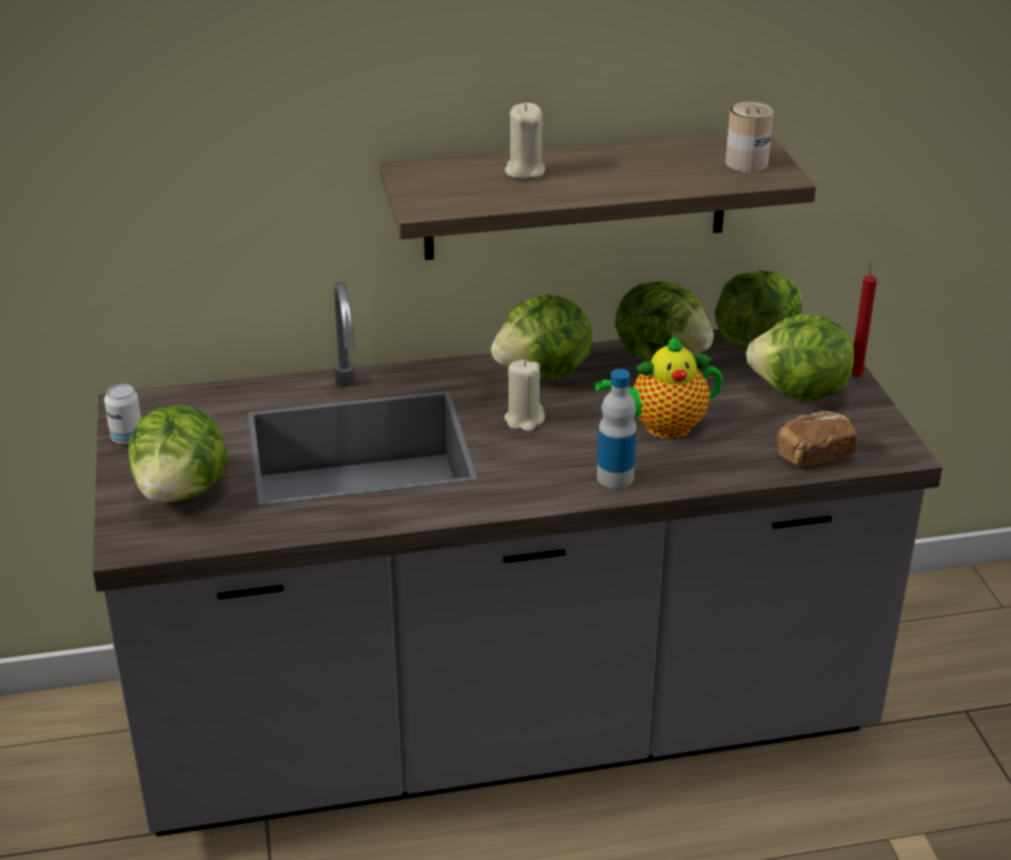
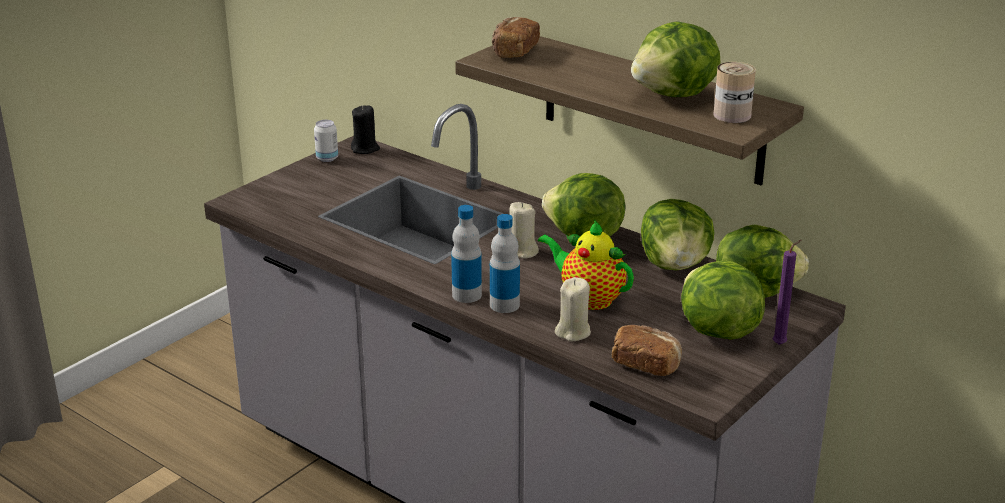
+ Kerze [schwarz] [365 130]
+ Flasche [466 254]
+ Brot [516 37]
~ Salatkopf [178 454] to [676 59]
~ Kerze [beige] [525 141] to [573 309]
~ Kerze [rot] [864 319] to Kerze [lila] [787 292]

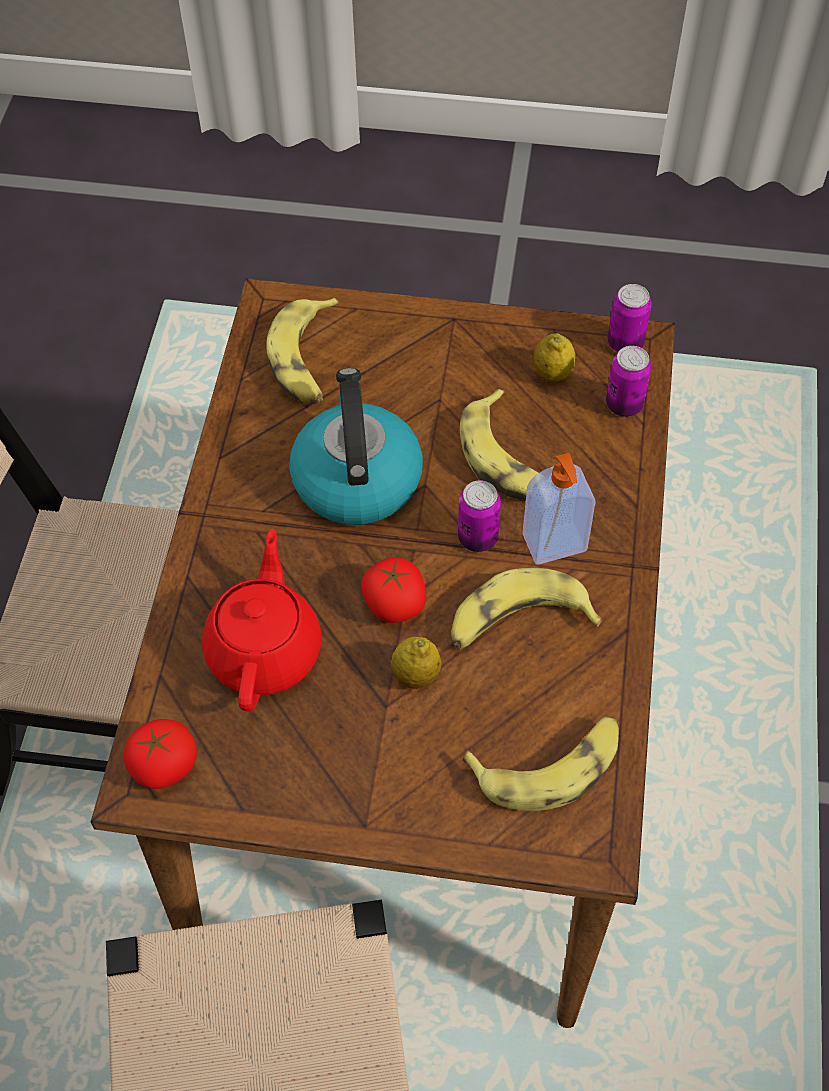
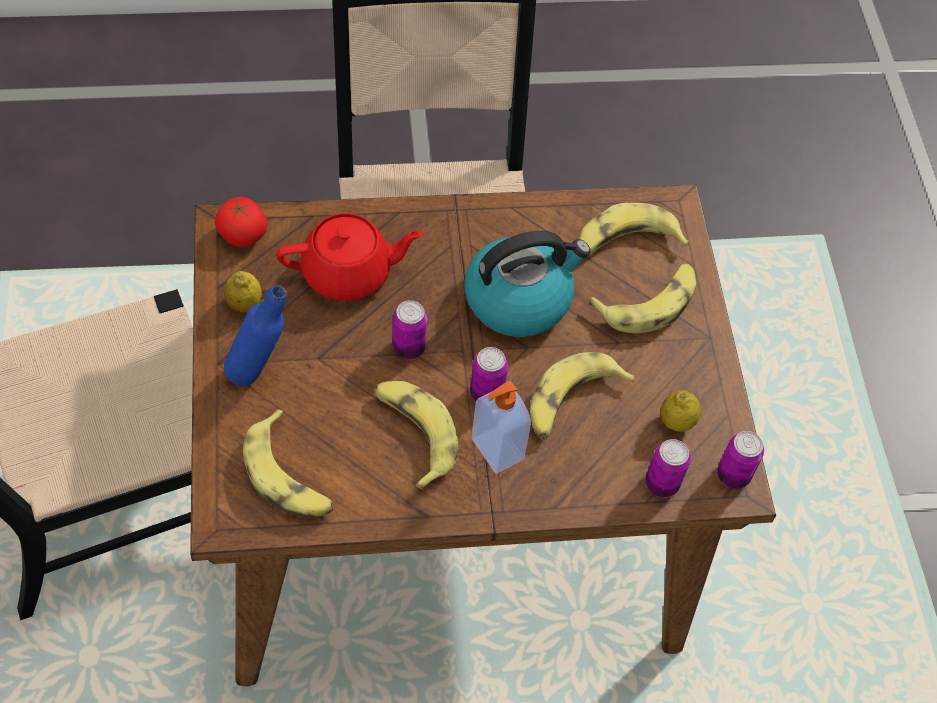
+ Flasche [blau] [255 335]
+ Banane [642 298]
~ Zitrone [416 663] to [243 292]
~ Tomate [393 590] to Dose [410 329]

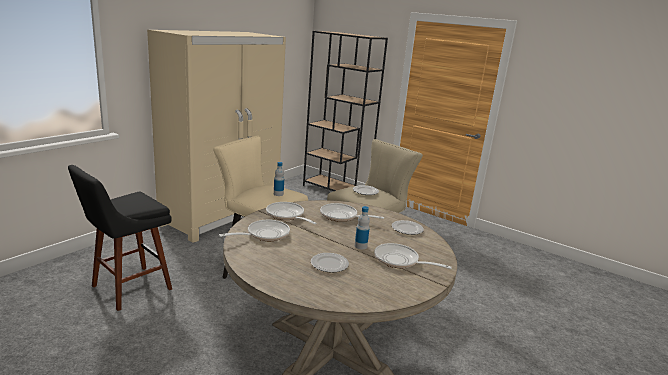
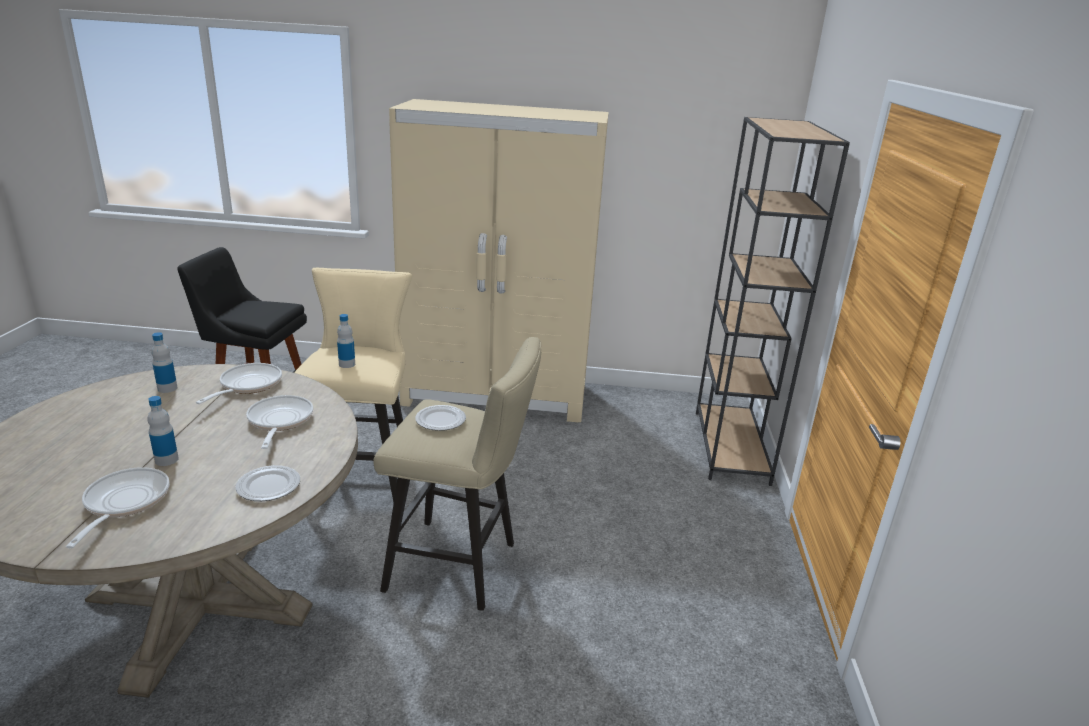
- Teller [330 262]
~ Pfanne [254 230] to Flasche [164 362]

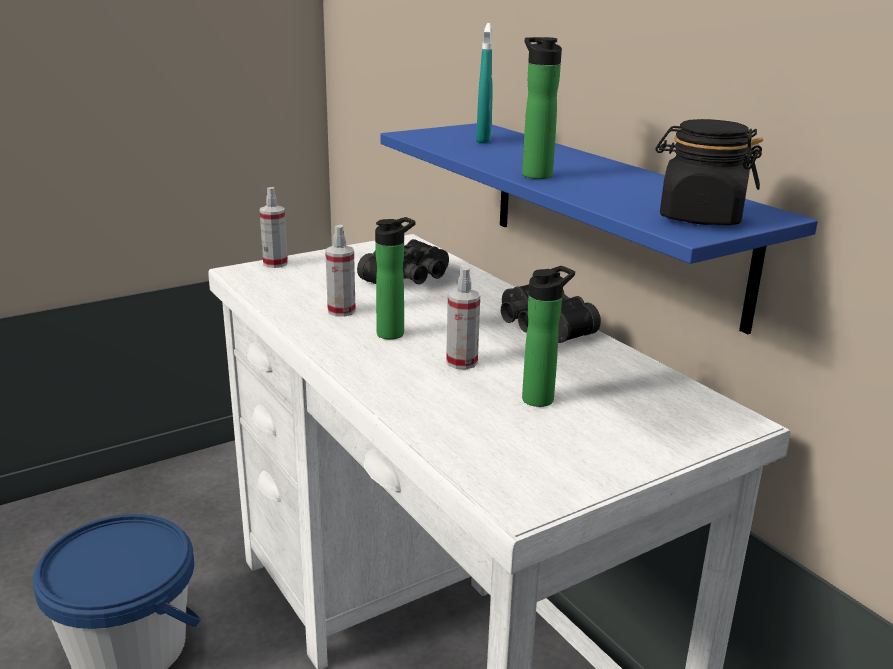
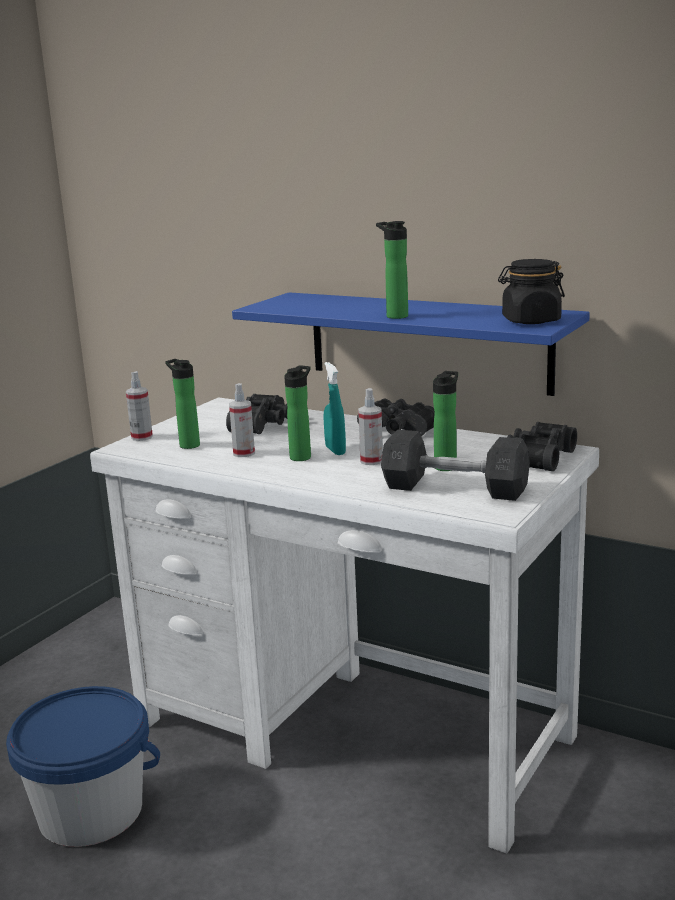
+ Flasche [182 404]
+ Hantel [grau] [455 465]
+ Fernglas [schwarz] [542 446]
~ Sprühflasche [türkis] [484 83] to [334 408]

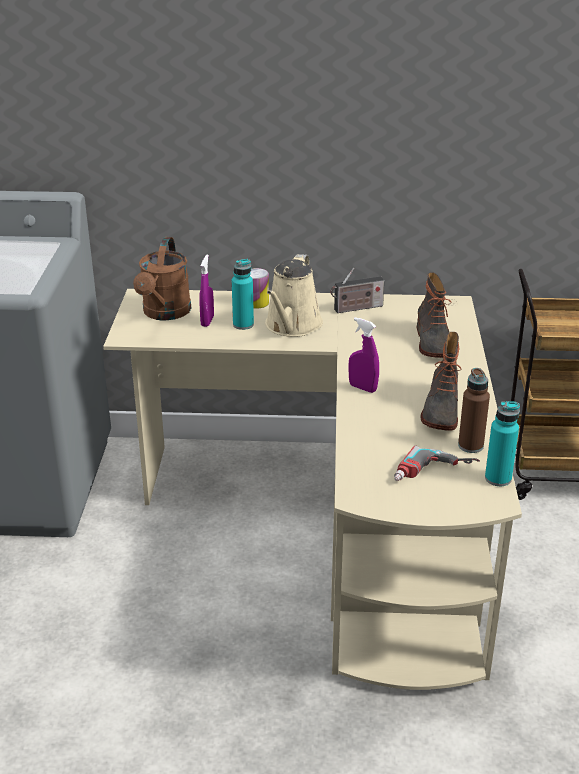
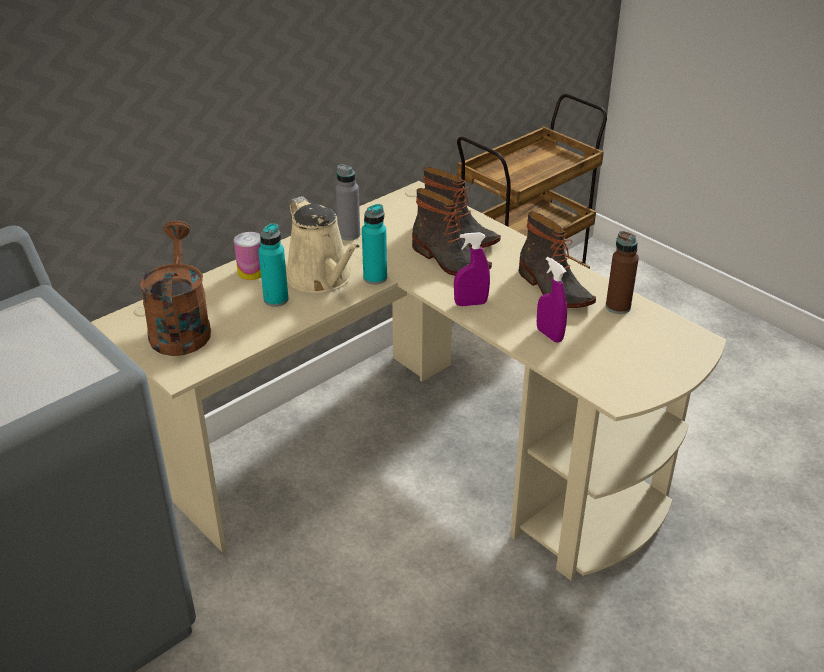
- Bohrmaschine [437 463]
+ Stiefel [452 232]
~ Sprühflasche [lila] [206 291] to [552 300]
~ Flasche [türkis] [502 443] to [374 244]
~ Radio [357 290] to Flasche [grau] [348 202]
~ Gießkanne [braun] [162 279] = [175 288] 150 degrees counterclockwise

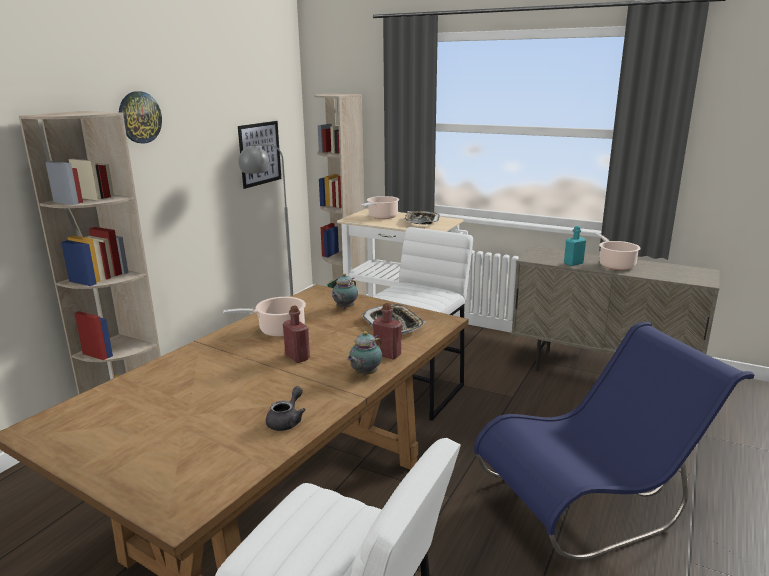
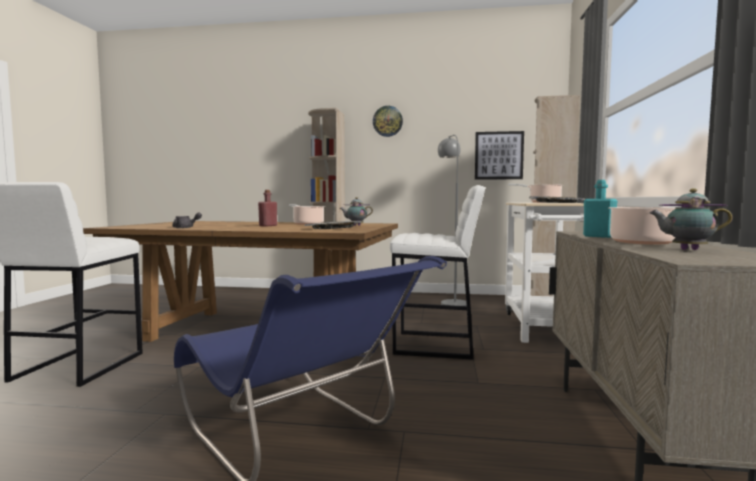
- Flasche [rot] [387 331]
~ Teekanne [364 353] to [690 219]

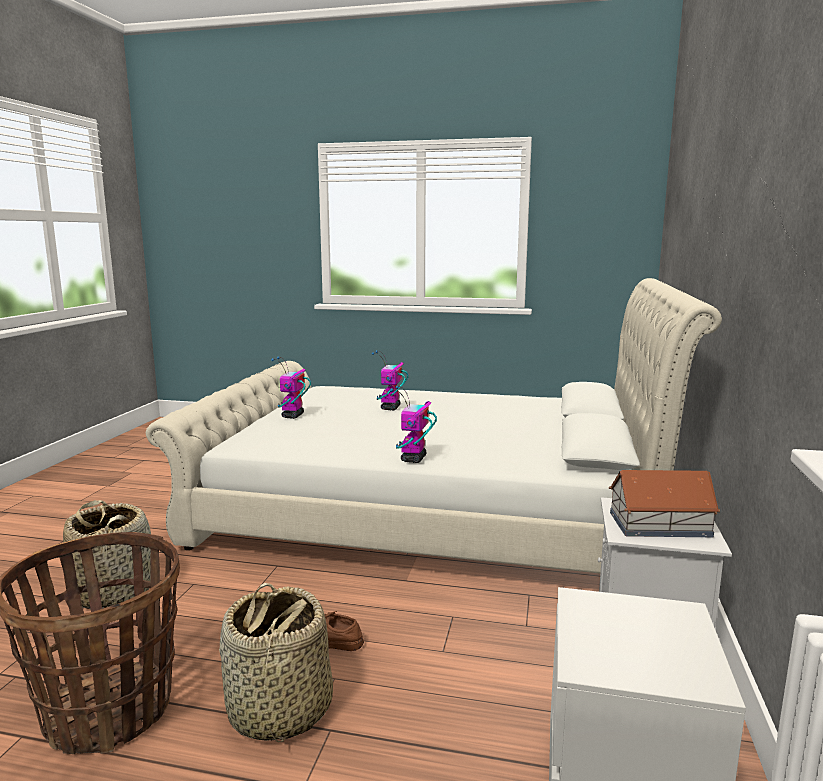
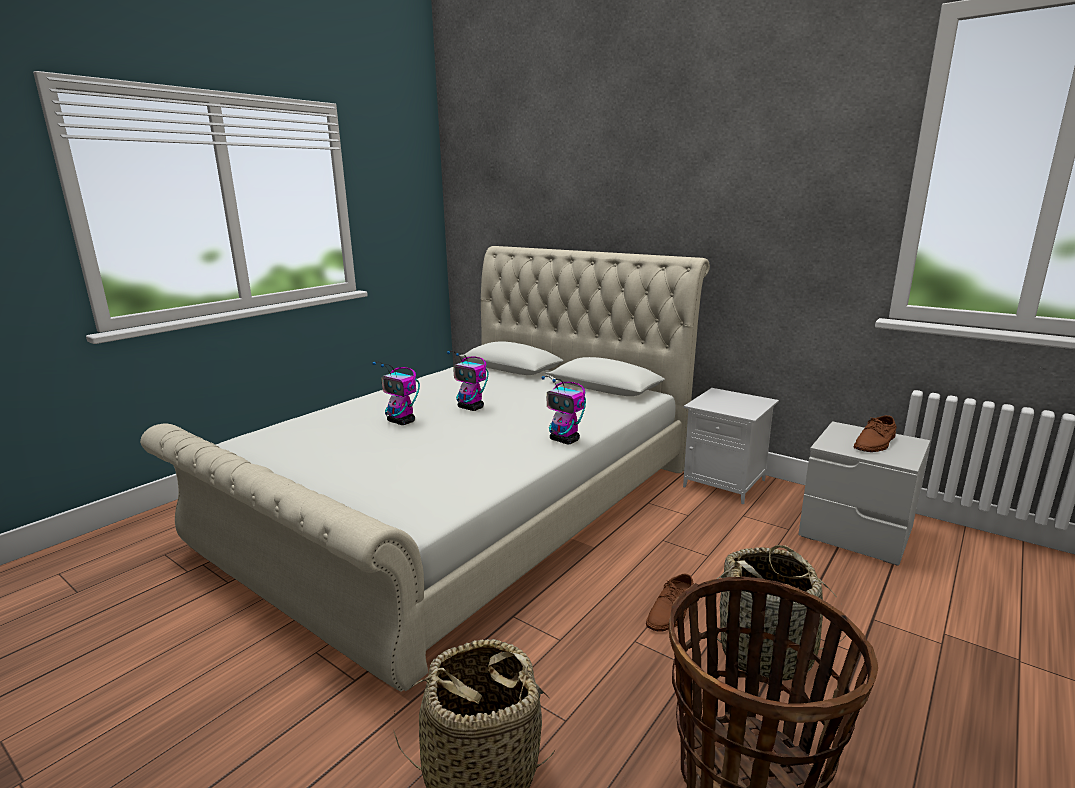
- Spielzeughaus [664 503]
+ Schuh [braun] [875 433]
~ Spielzeugroboter [291 388] to [468 381]

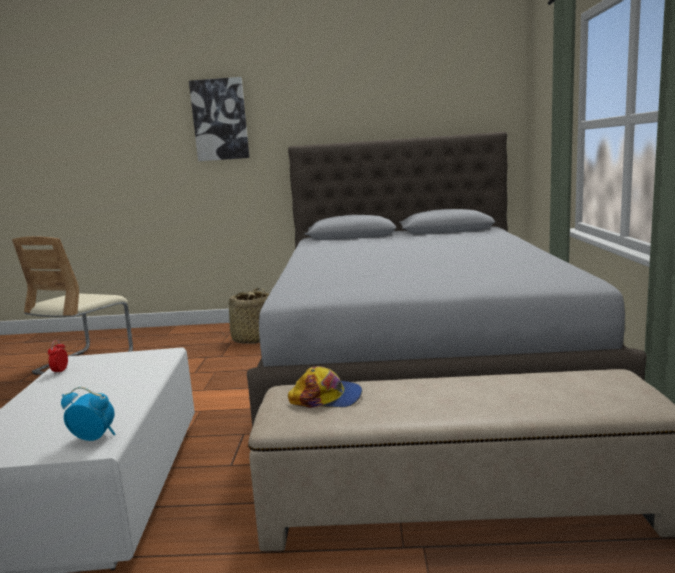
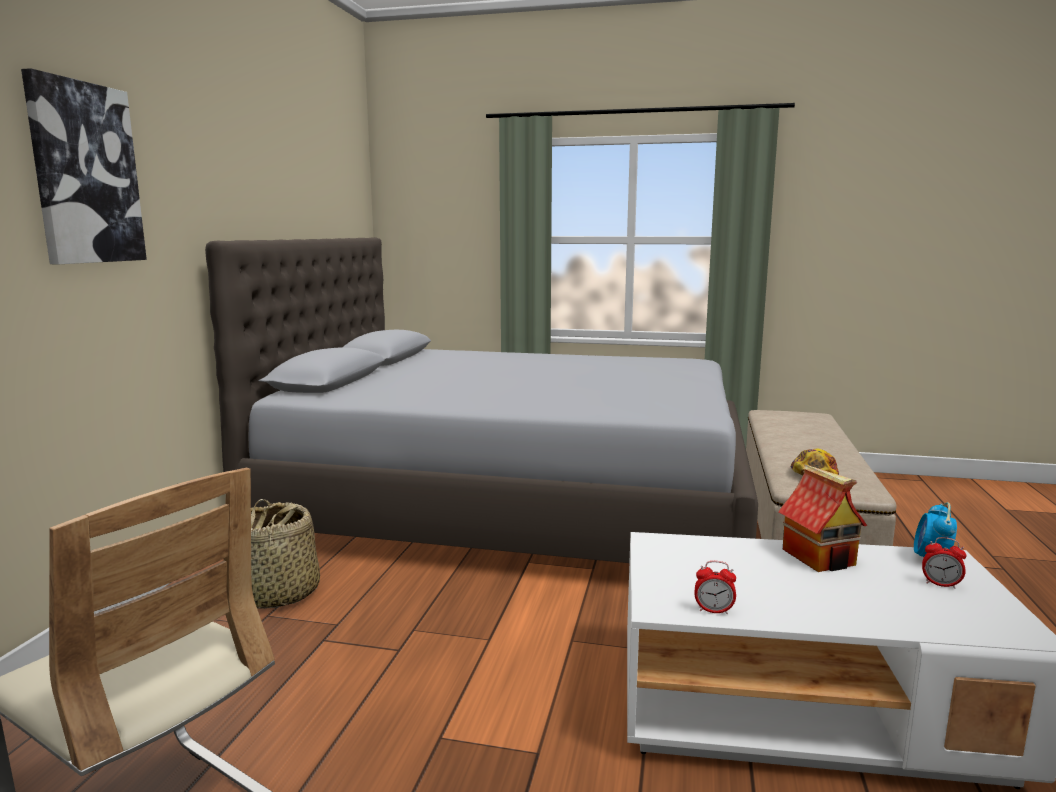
+ Spielzeughaus [822 518]
+ Wecker [944 563]

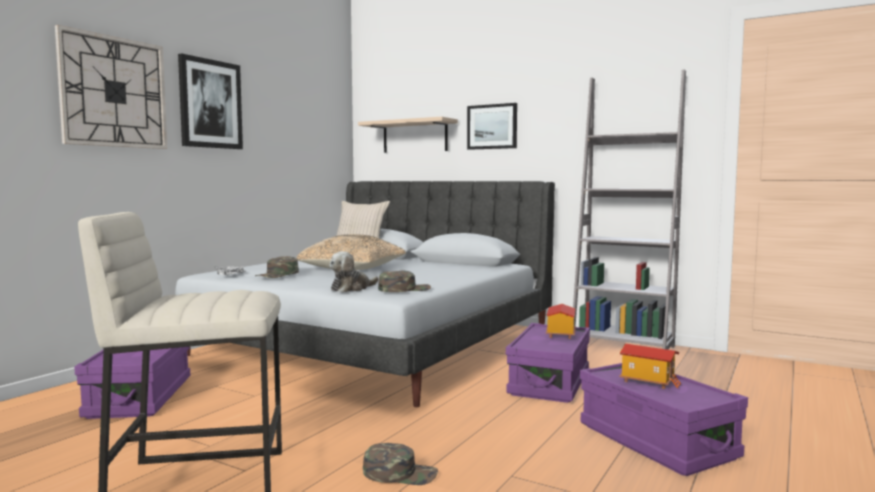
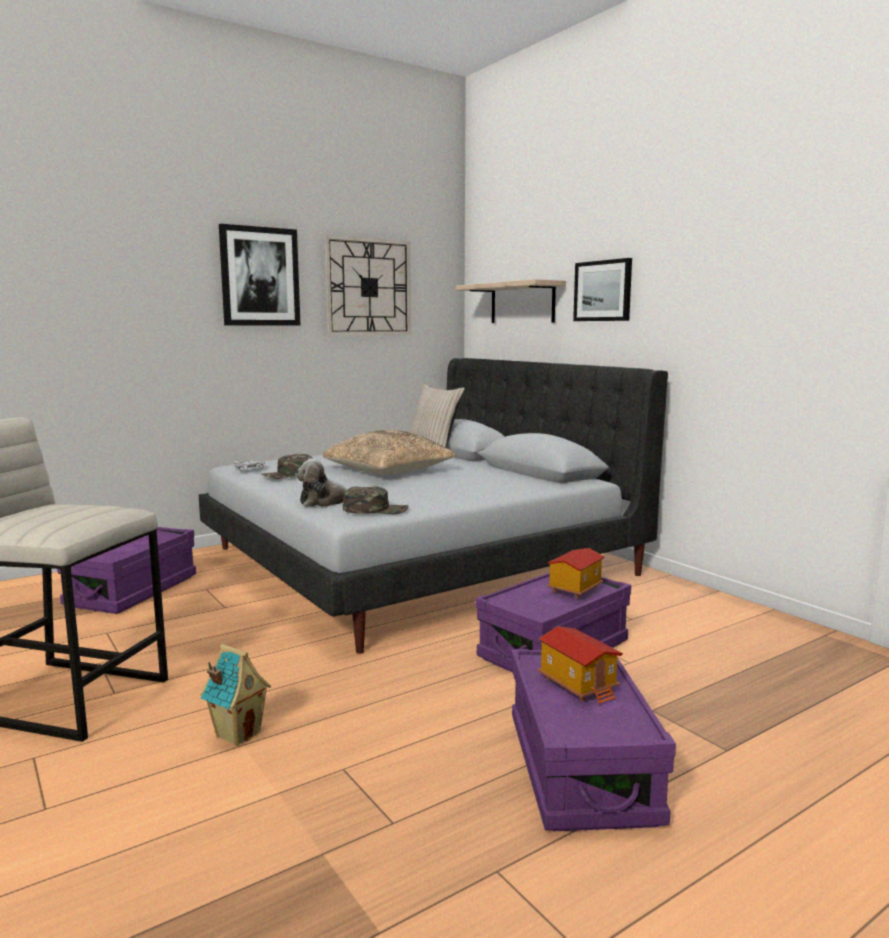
- Bücherregal [grau] [629 210]
~ Wanduhr [111 87] to [367 285]
~ Kappe [grün] [400 464] to Spielzeughaus [235 695]

